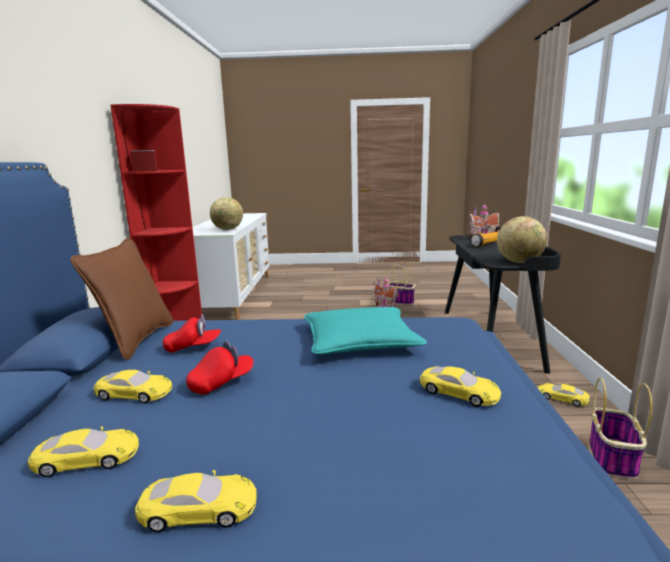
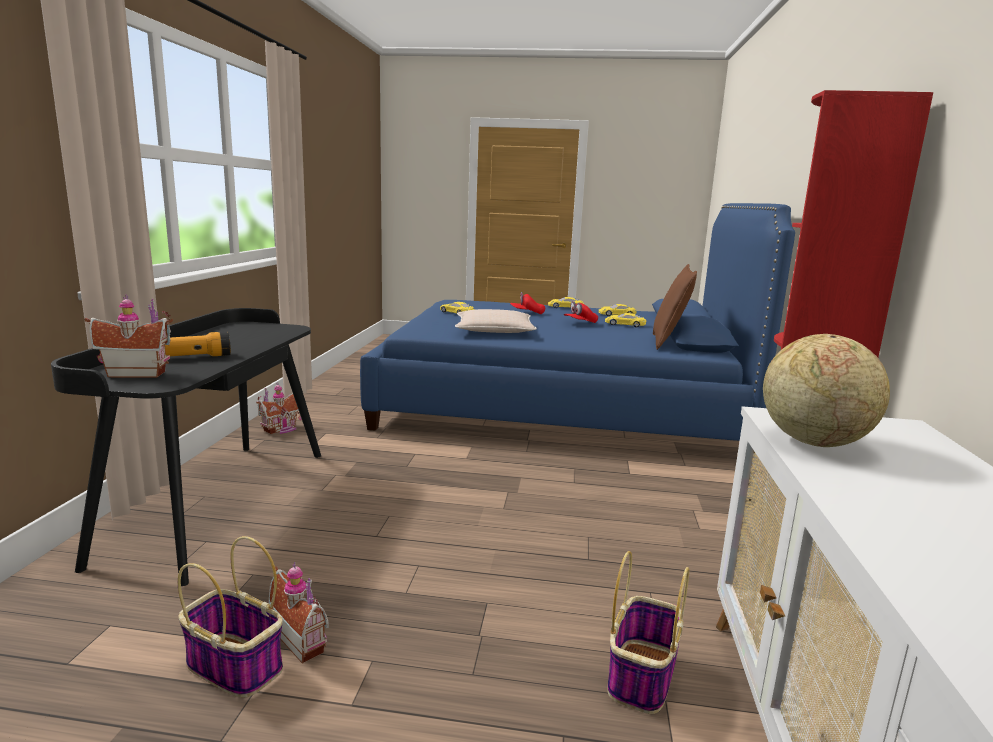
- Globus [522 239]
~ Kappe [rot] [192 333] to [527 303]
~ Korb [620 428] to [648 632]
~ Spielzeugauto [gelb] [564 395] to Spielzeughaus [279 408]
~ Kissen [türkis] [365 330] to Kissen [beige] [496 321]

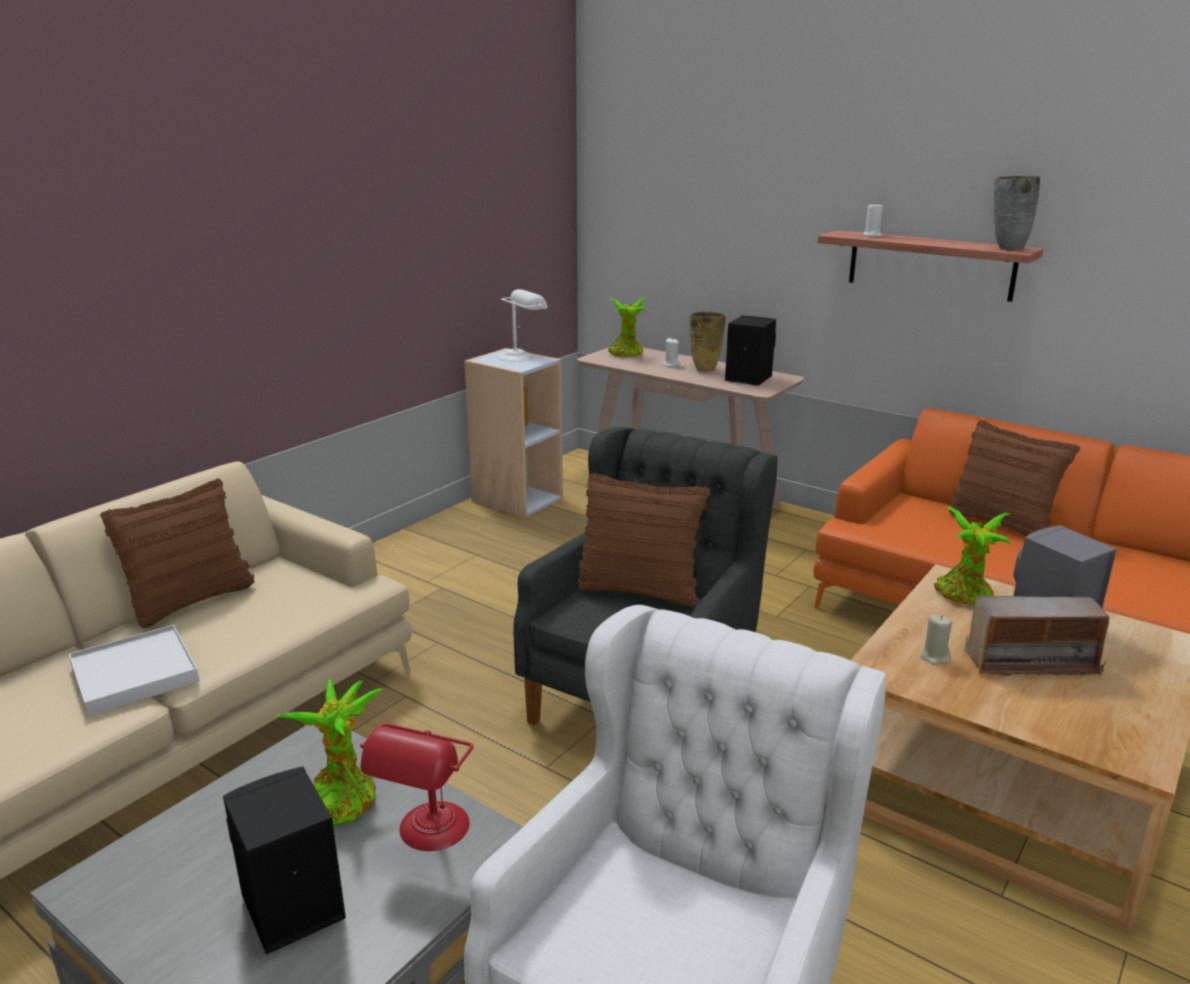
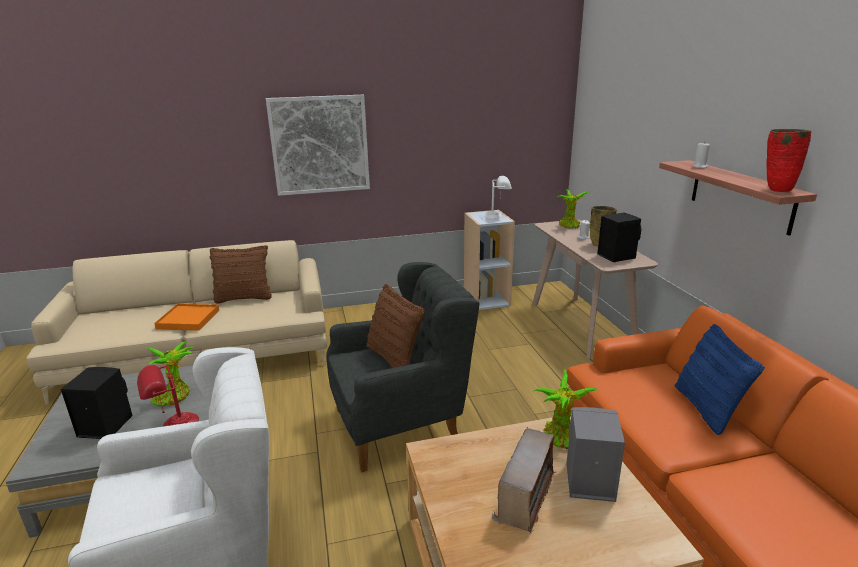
- Kerze [beige] [937 640]
+ Bild [318 145]
~ Tablett [weiß] [134 670] to Tablett [orange] [186 317]
~ Kissen [braun] [1014 478] to Kissen [blau] [720 379]
~ Vase [grau] [1017 213] to Vase [rot] [788 160]
~ Radio [1036 636] = [524 480] 105 degrees counterclockwise

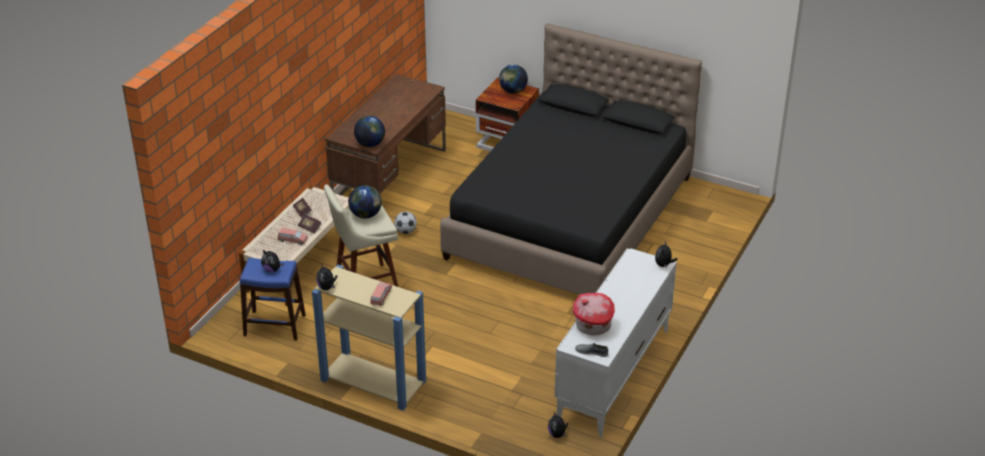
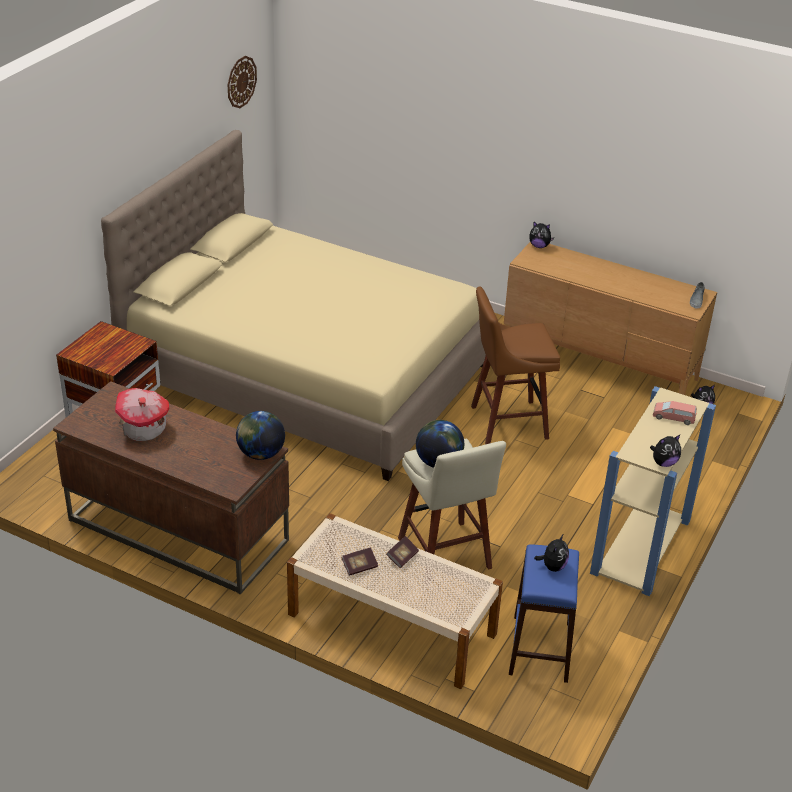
- Spielzeugauto [rosa] [293 236]
- Fußball [405 223]
- Globus [513 79]
+ Wanduhr [242 82]
+ Hocker [braun] [515 365]
~ Spielzeughaus [594 314] to [142 414]
~ Bett [schwarz] [571 159] to Bett [beige] [293 305]
~ Kommode [weiß] [616 343] to Kommode [braun] [610 318]

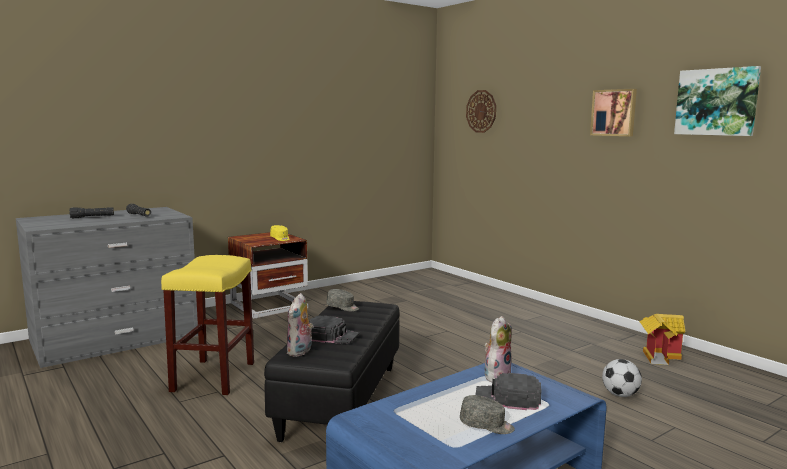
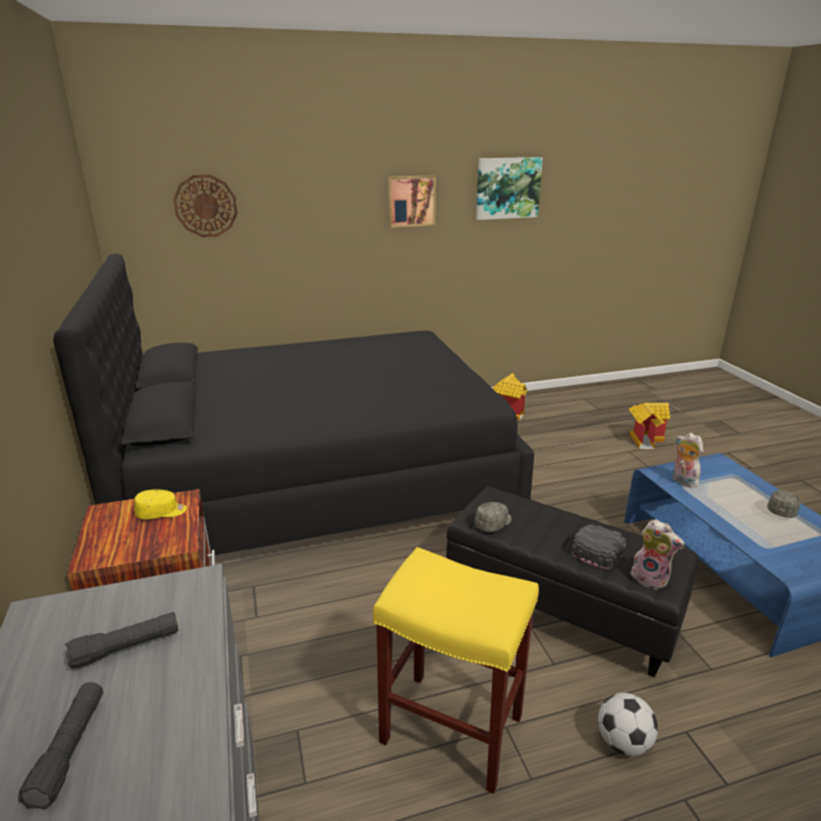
- Kappe [schwarz] [508 391]
+ Bett [schwarz] [293 404]
+ Spielzeughaus [649 426]
~ Fußball [622 378] to [628 724]

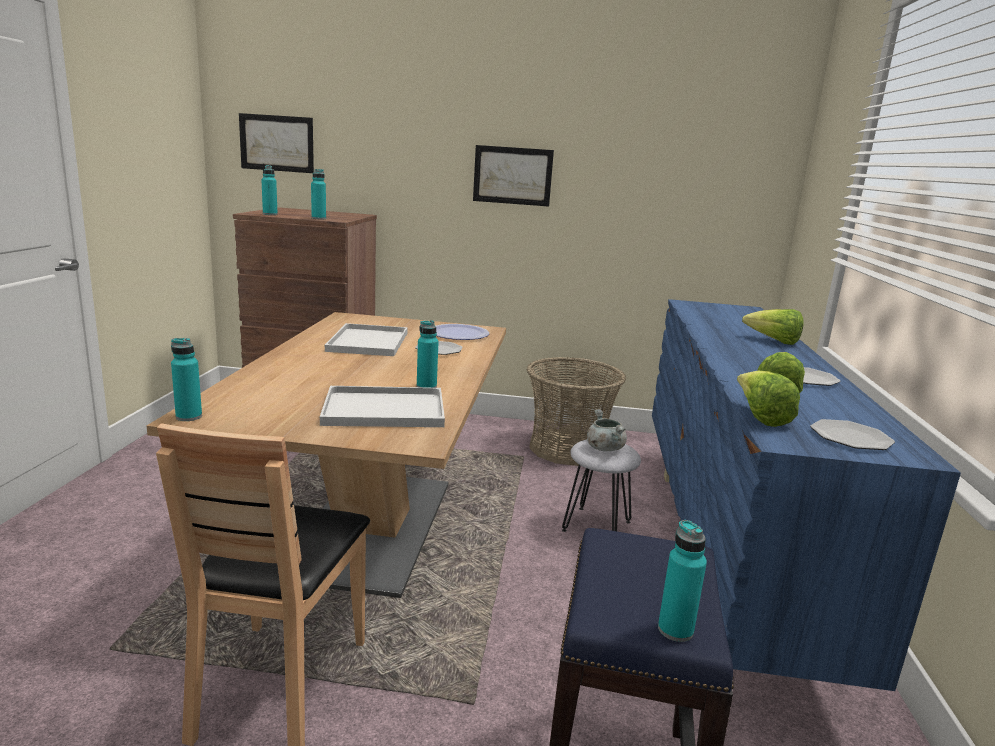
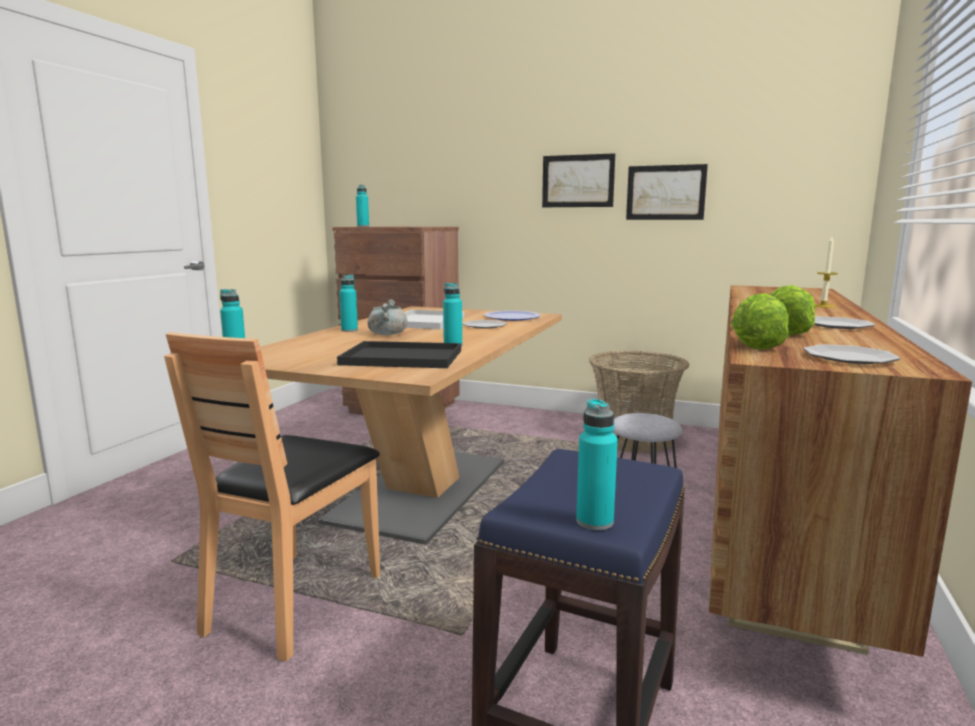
~ Bild [276 143] to [667 192]
~ Flasche [türkis] [318 194] to [348 303]
~ Kochtopf [grau] [607 430] to [388 317]
~ Salatkopf [773 327] to Kerze [826 272]
~ Tablett [weiß] [382 406] to Tablett [schwarz] [399 354]
~ Schrank [blau] [806 495] to Schrank [braun] [840 471]

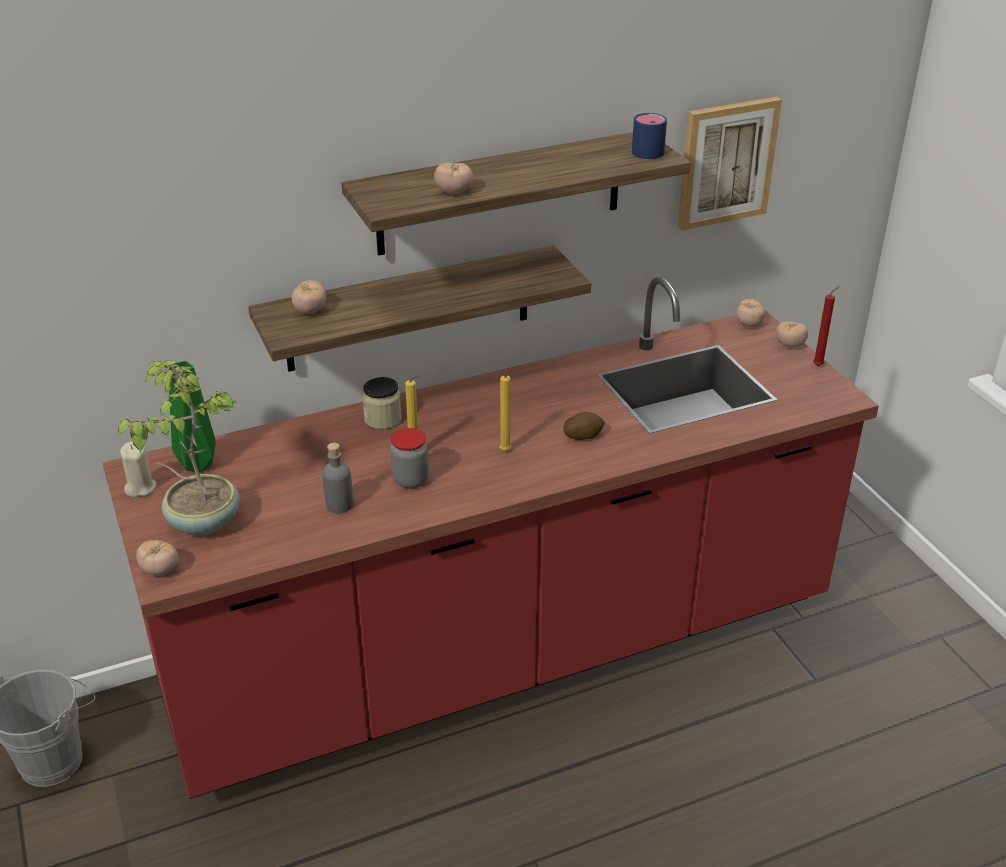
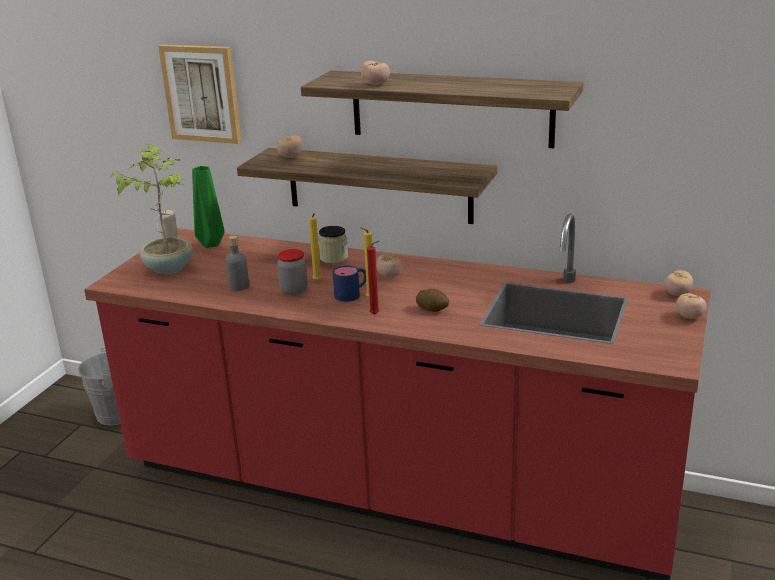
~ Tomate [157 557] to [389 266]
~ Henkelbecher [blau] [649 136] to [349 284]
~ Bild [730 164] to [200 94]
~ Kerze [rot] [826 326] to [373 278]

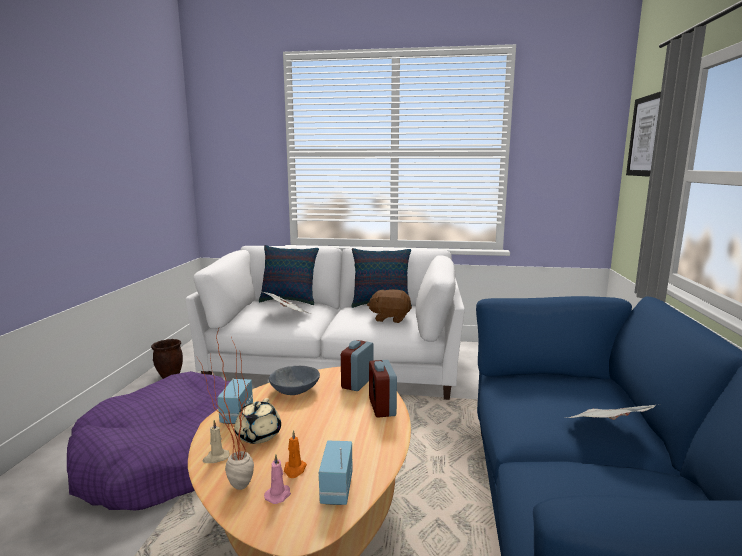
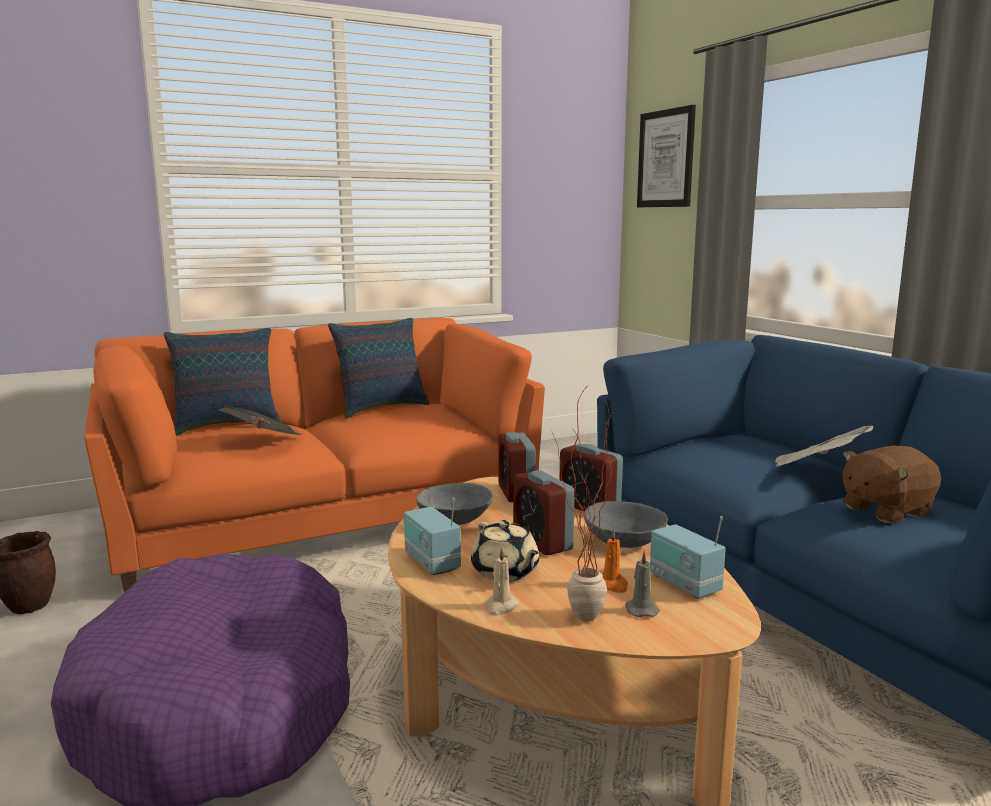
+ Wecker [543 512]
+ Schüssel [grau] [626 524]
~ Plüschtier [braun] [389 306] to [891 484]
~ Sofa [weiß] [325 323] to Sofa [orange] [314 455]
~ Kerze [rosa] [277 479] to Kerze [grau] [642 583]

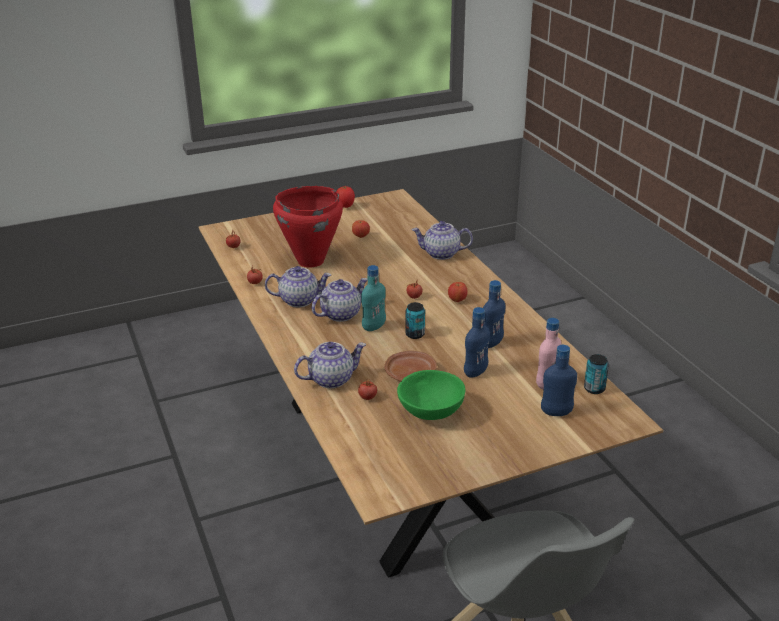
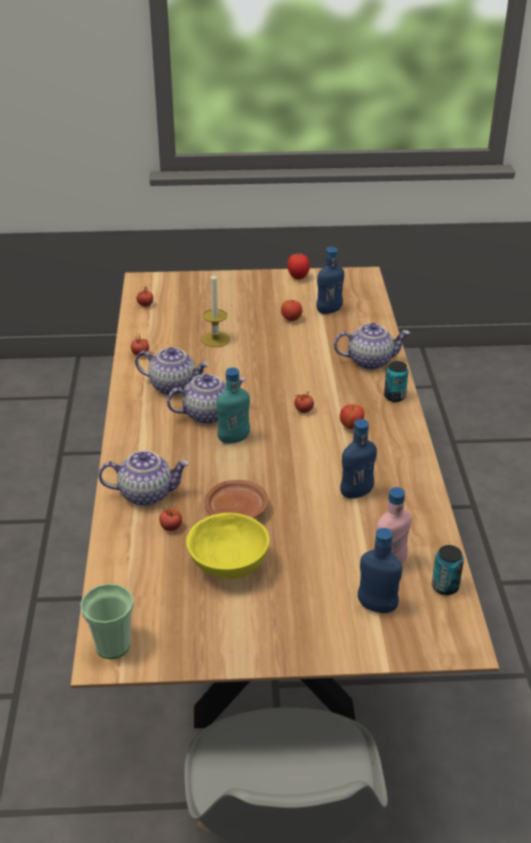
+ Tasse [107 621]
~ Dose [415 320] to [396 381]
~ Flasche [blau] [477 342] to [330 280]
~ Kochtopf [rot] [308 226] to Kerze [216 309]
~ Schüssel [grün] [431 395] to Schüssel [gelb] [228 546]
~ Teekanne [442 240] = [372 346] 150 degrees clockwise

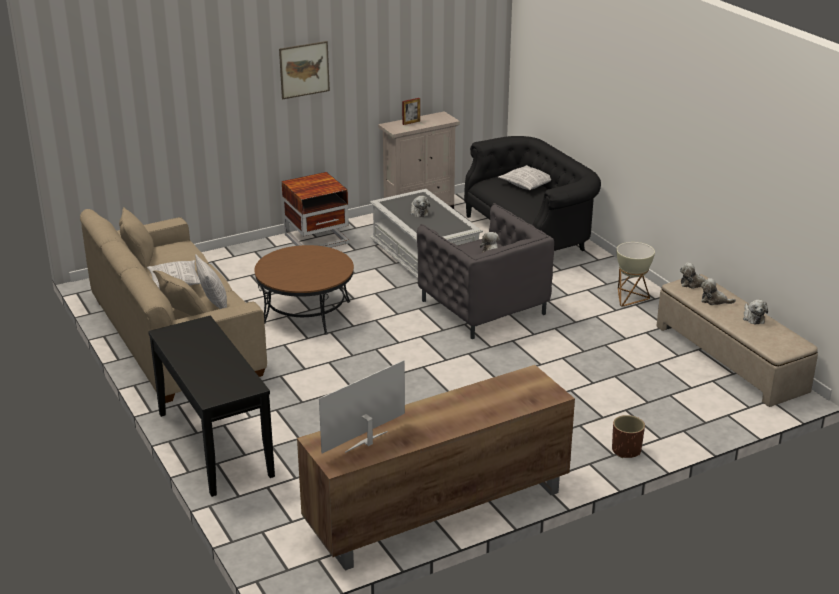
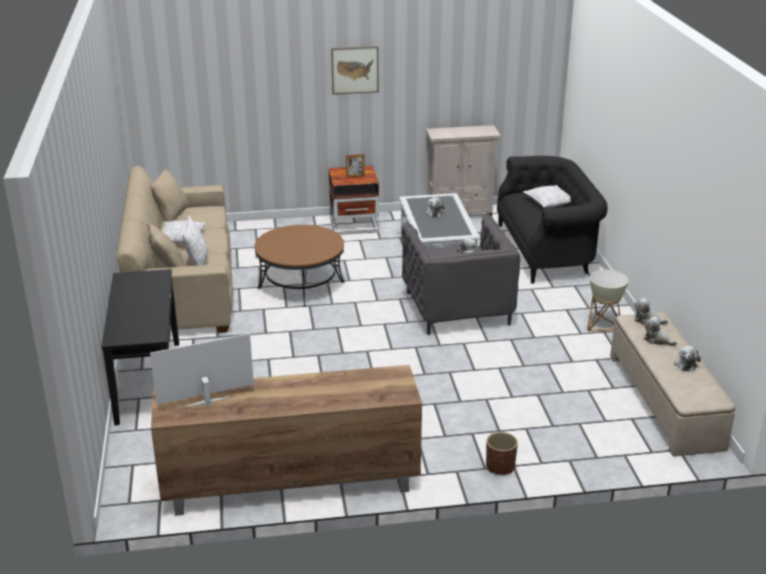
~ Bilderrahmen [411 111] to [355 166]

